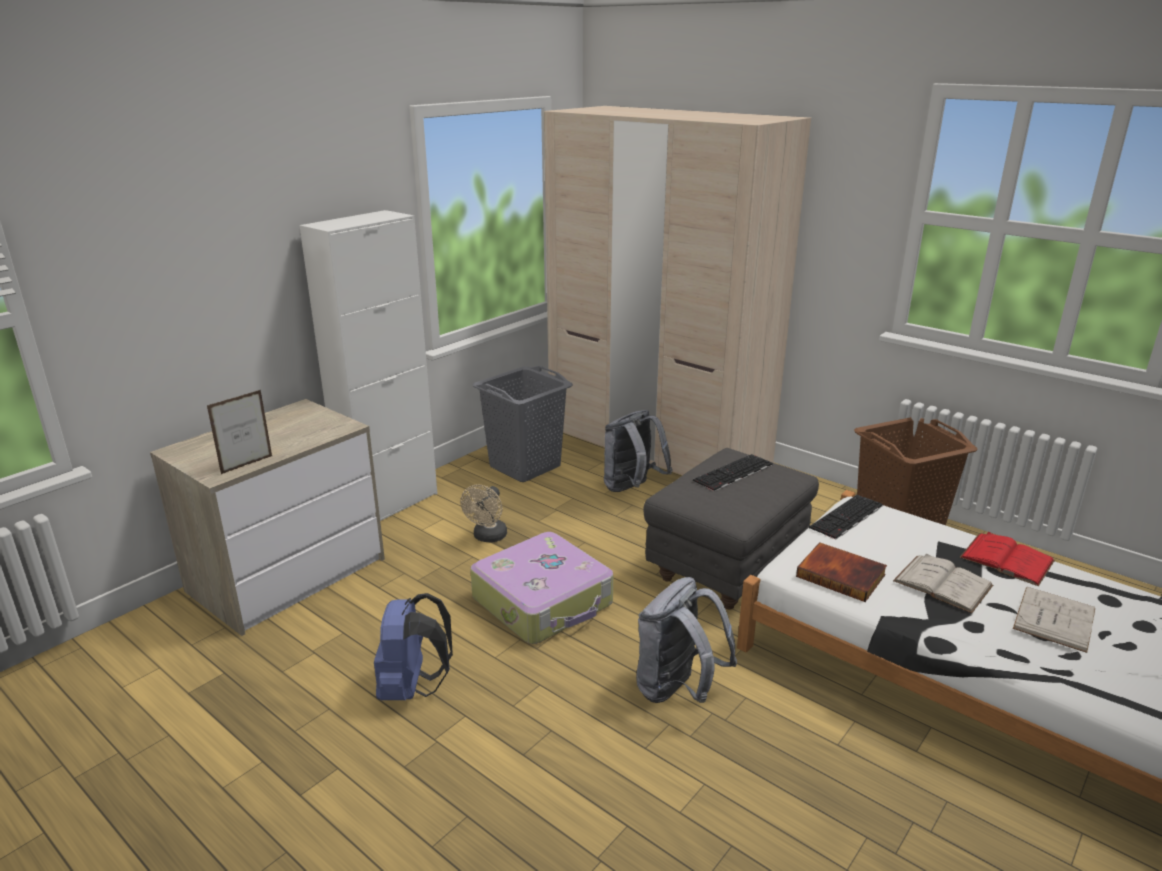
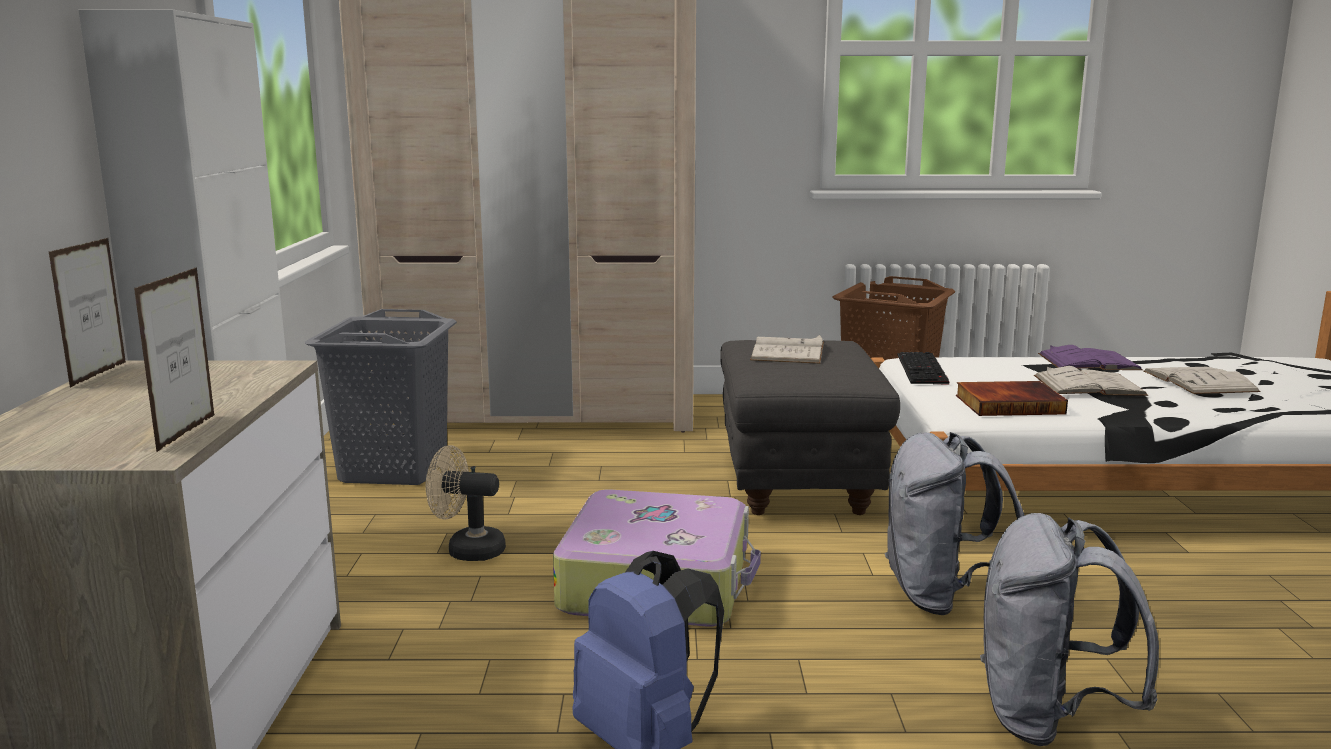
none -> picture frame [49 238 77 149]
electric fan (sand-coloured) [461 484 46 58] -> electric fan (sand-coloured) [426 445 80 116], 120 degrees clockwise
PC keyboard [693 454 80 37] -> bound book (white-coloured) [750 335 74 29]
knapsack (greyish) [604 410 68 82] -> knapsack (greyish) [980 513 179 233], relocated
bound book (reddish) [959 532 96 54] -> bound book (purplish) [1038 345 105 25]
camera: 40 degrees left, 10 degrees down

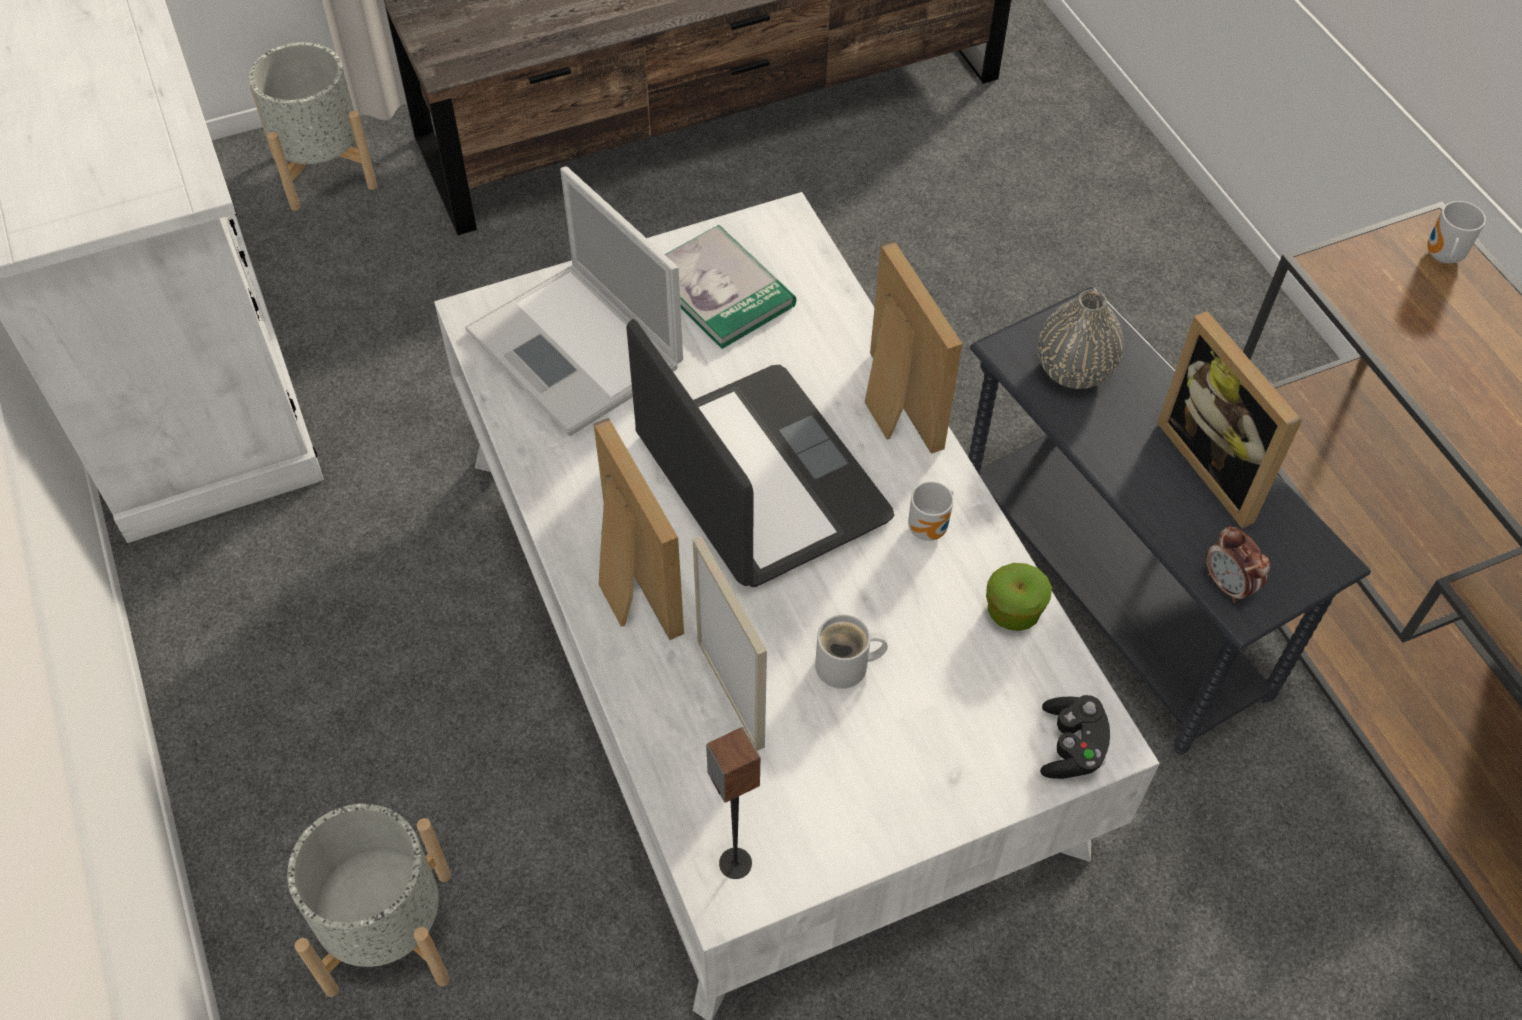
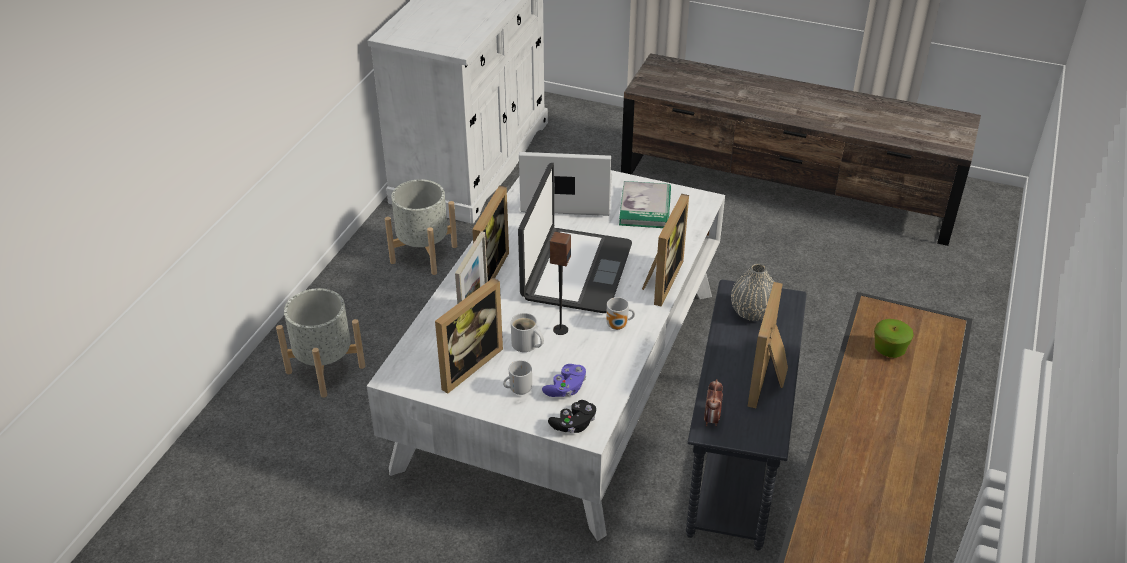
plant pot (greyish) [249 42 128 169] -> plant pot (greyish) [385 179 72 96], relocated
none -> picture frame [435 278 68 116]
coffee mug [1427 201 59 62] -> coffee mug [503 360 29 35], relocated
notebook computer [465 167 218 269] -> notebook computer [519 152 93 64], 90 degrees clockwise
none -> joypad (purplish) [542 364 44 33]
audio speaker [706 727 54 152] -> audio speaker [549 232 22 103], relocated
apple [986 563 66 68] -> apple [874 319 40 39], relocated
camera: 45 degrees right, 15 degrees down

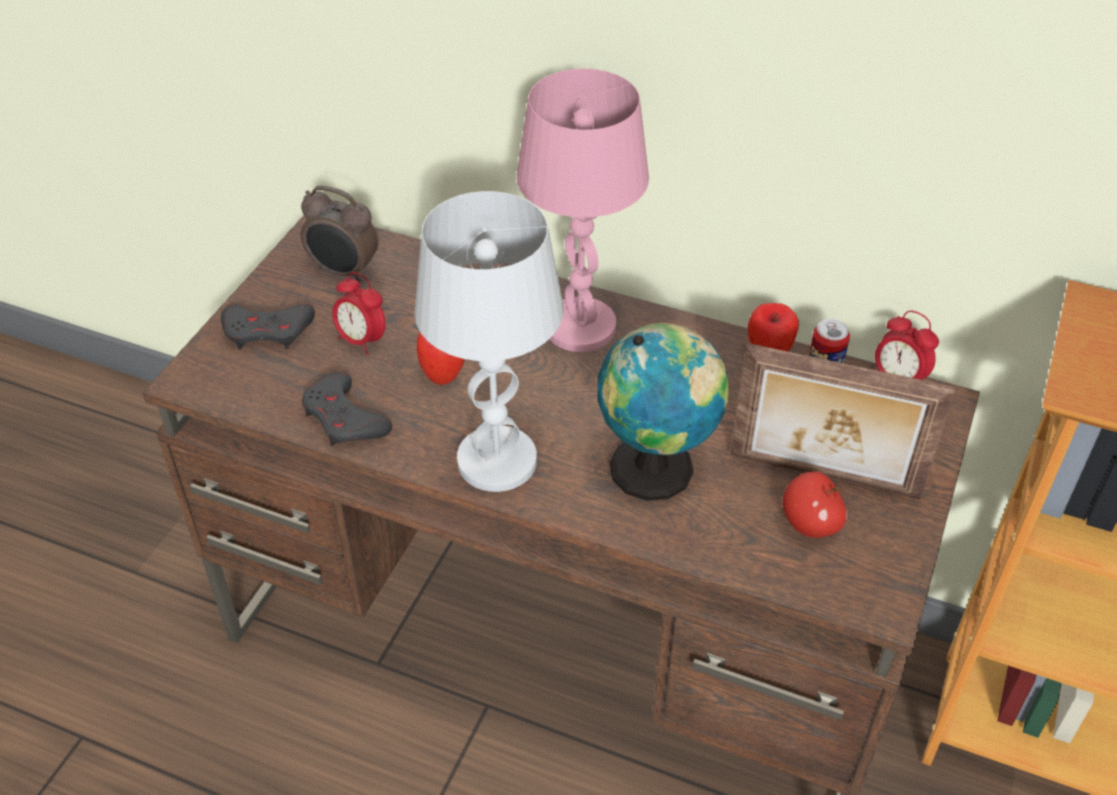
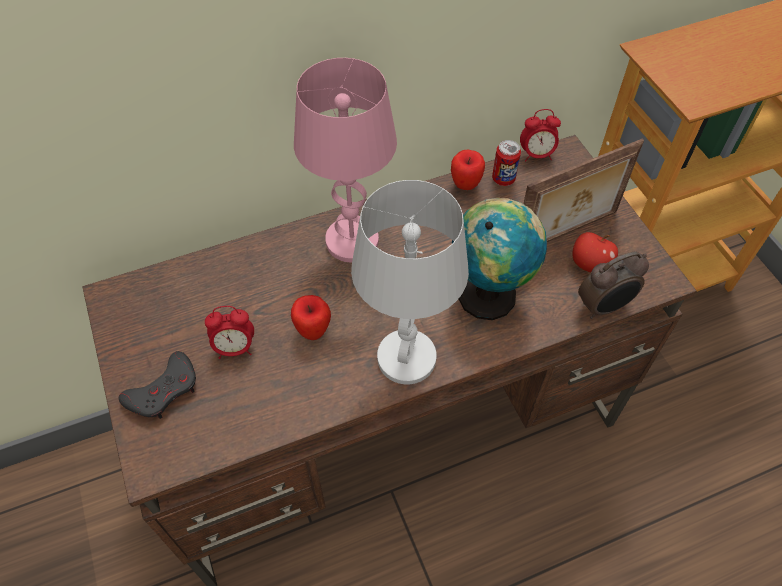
alarm clock [301 186 77 96] -> alarm clock [578 251 71 68], relocated
joypad (greyish) [302 372 90 74] -> none
camera: 45 degrees left, 10 degrees up

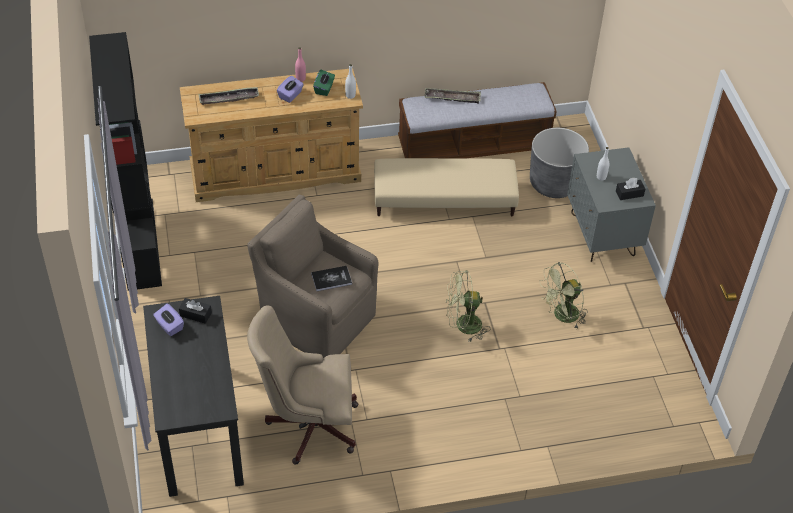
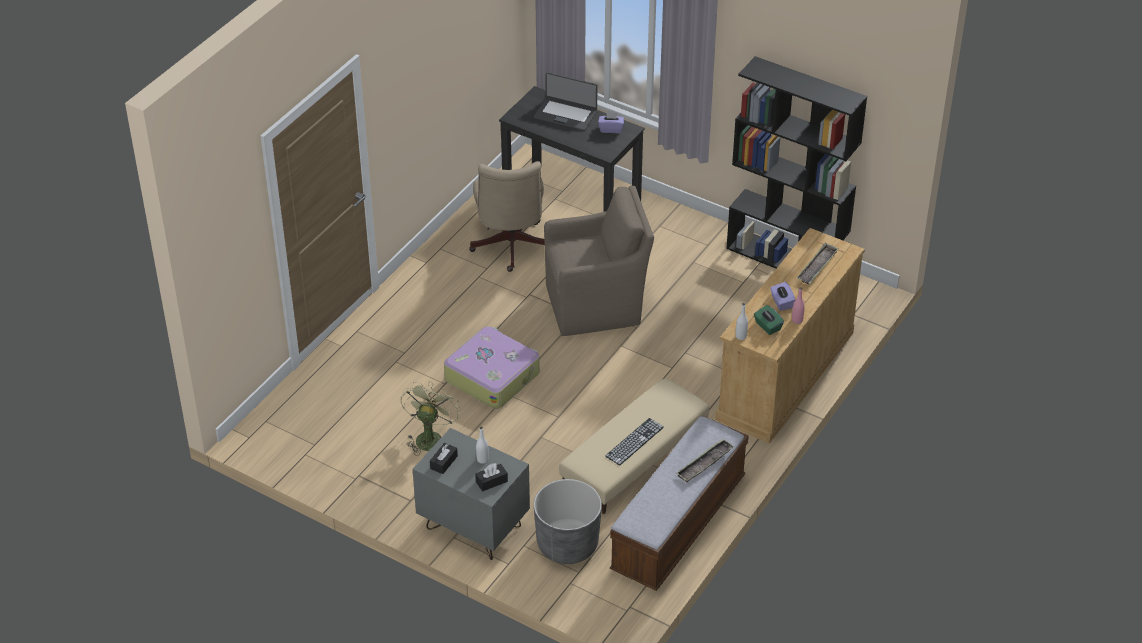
electric fan (greenish) [446 270 45 73] -> travel case [444 326 96 83]
desk chair (sand-coloured) [247 305 112 160] -> desk chair (sand-coloured) [469 161 76 111], 135 degrees clockwise
tissue holder (black-coloured) [179 298 33 26] -> tissue holder (black-coloured) [475 464 33 28], relocated
none -> notebook computer [534 72 63 59]
none -> PC keyboard [605 418 59 48]
bound book [311 266 41 25] -> none
camera: 135 degrees right, 5 degrees down

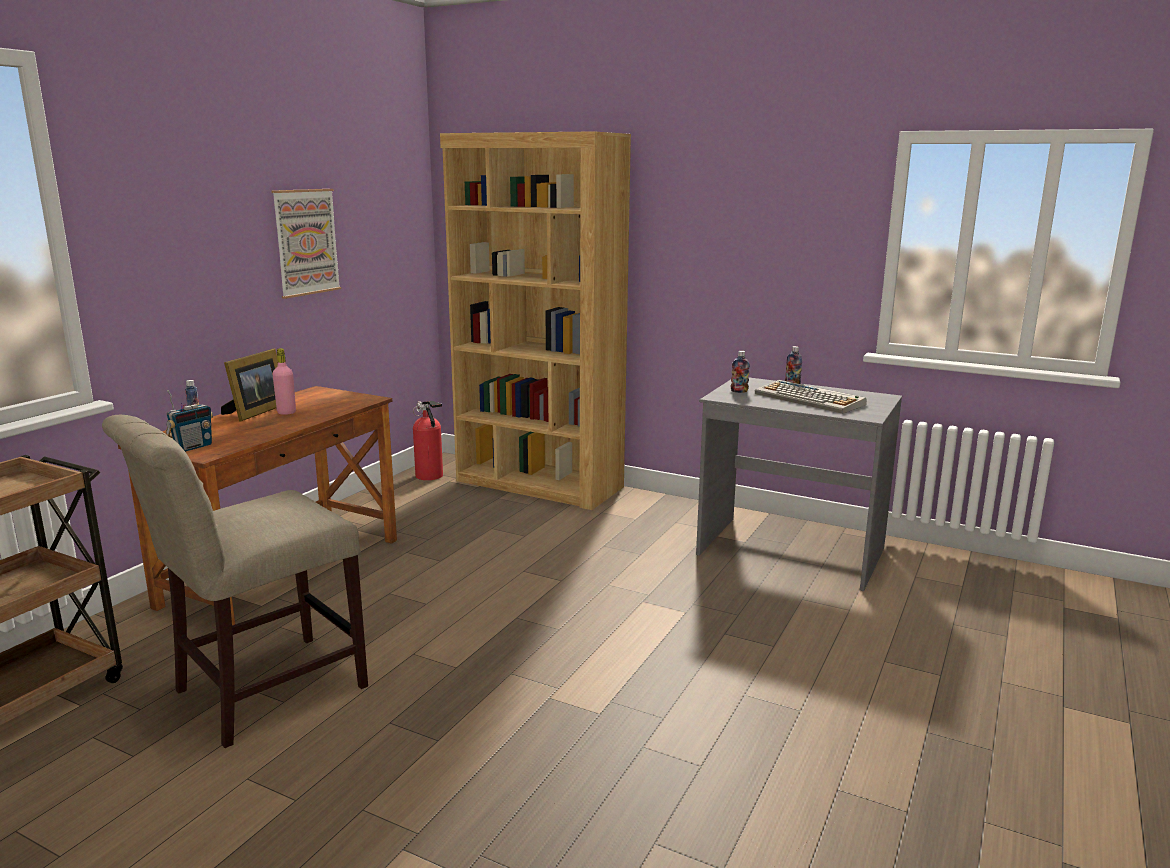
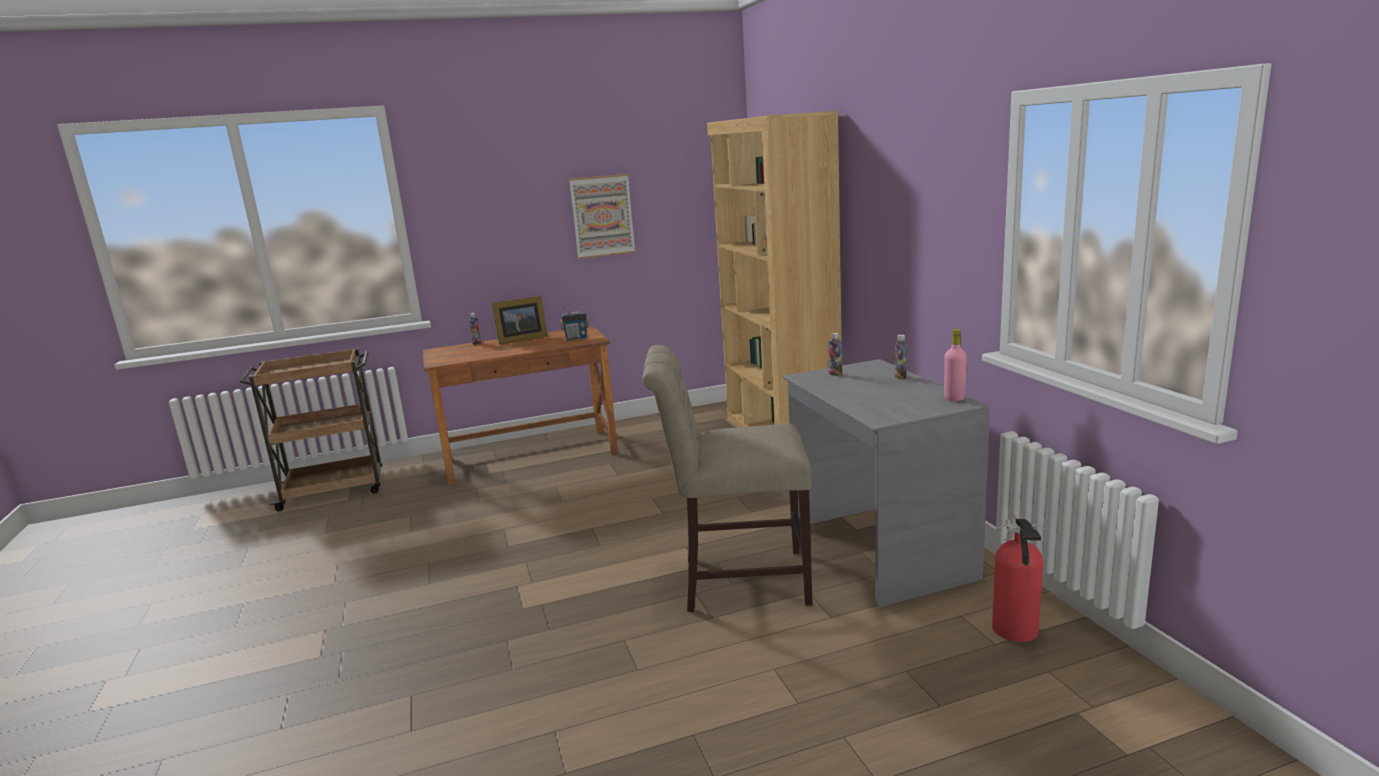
radio [166 390 47 62] -> radio [560 301 29 39], relocated
upright chair (sand-coloured) [102 415 266 333] -> upright chair (sand-coloured) [642 345 171 267], relocated
drink bottle (pink) [273 348 23 67] -> drink bottle (pink) [944 329 23 72], relocated
extinguisher [413 401 30 79] -> extinguisher [992 512 51 130], relocated
PC keyboard [755 380 112 34] -> none
camera: 45 degrees right, 0 degrees up

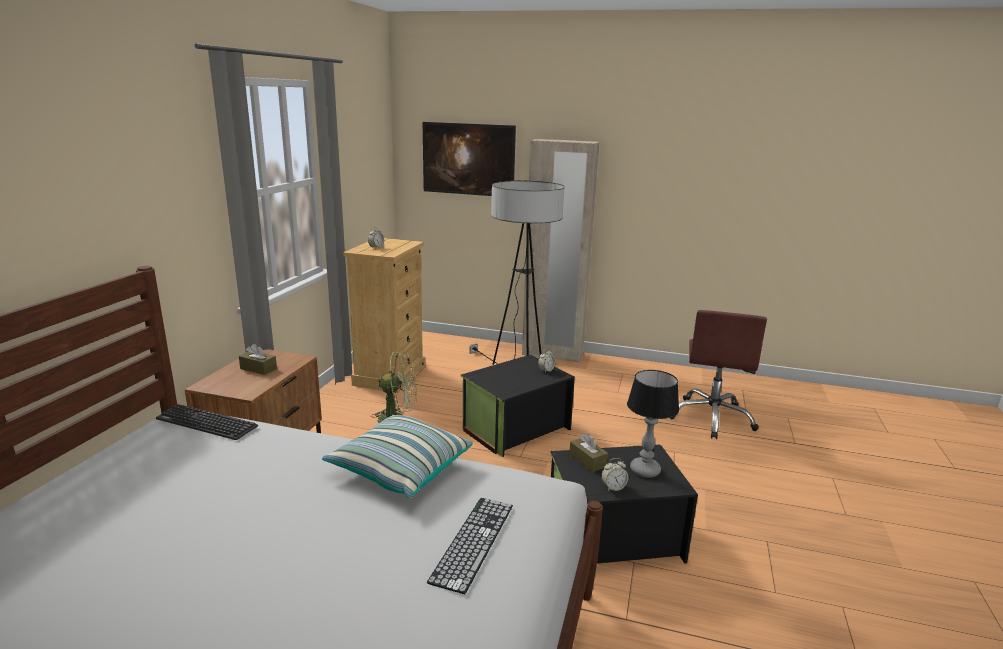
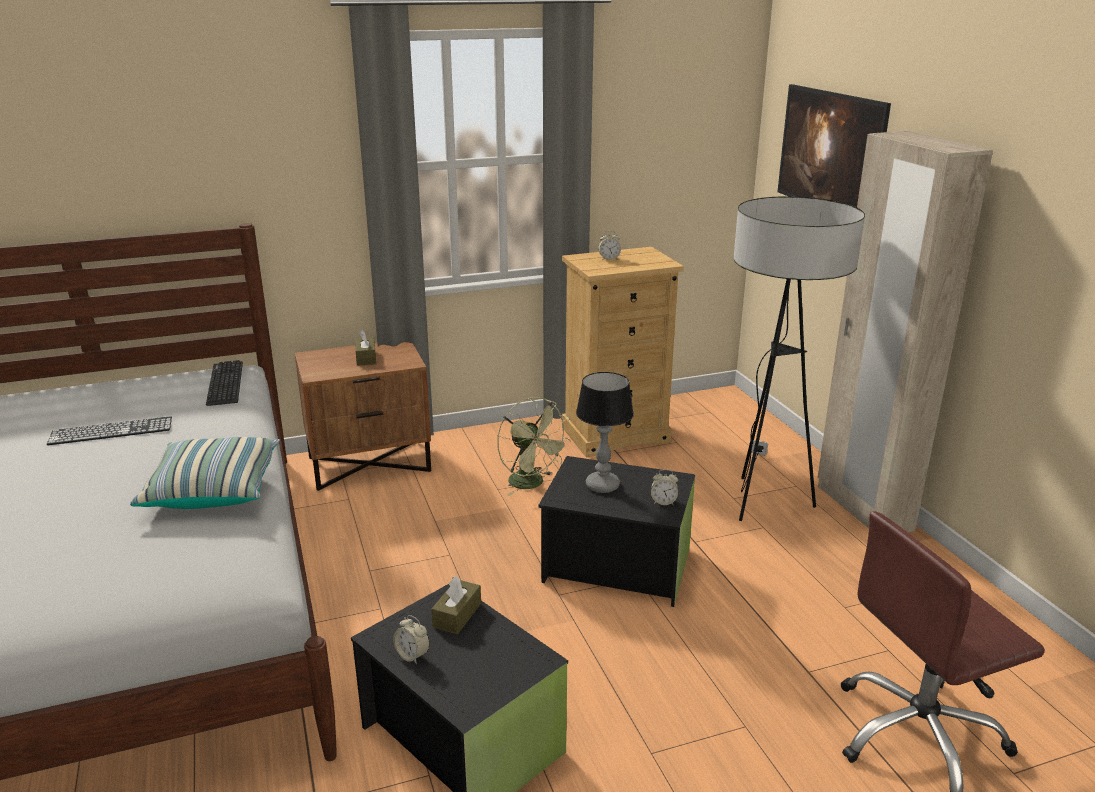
PC keyboard [427 498 86 96] -> PC keyboard [46 416 126 30], relocated
table lamp [627 370 52 108] -> table lamp [576 372 58 121], relocated
camera: 55 degrees right, 5 degrees up

